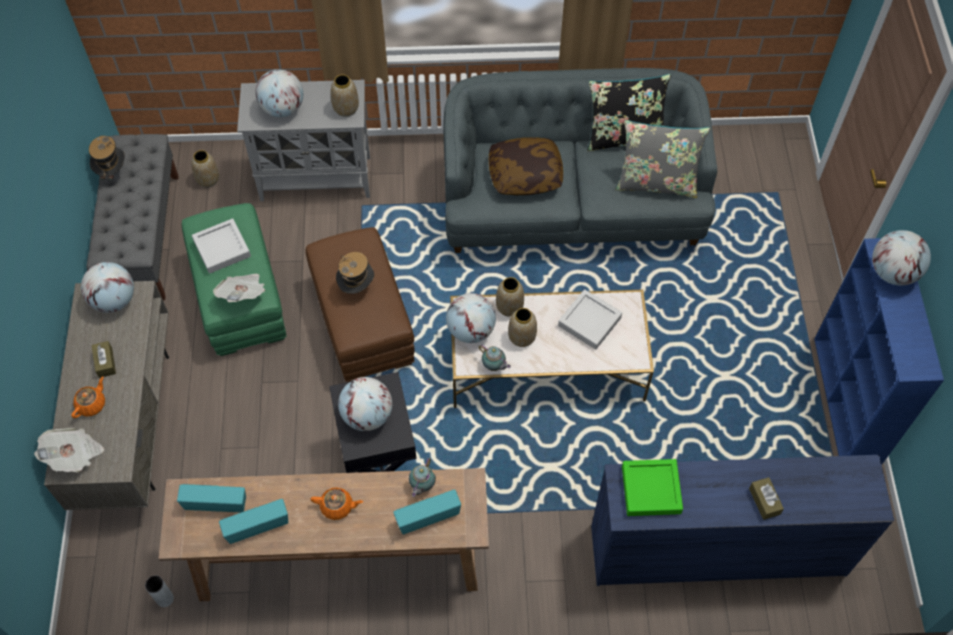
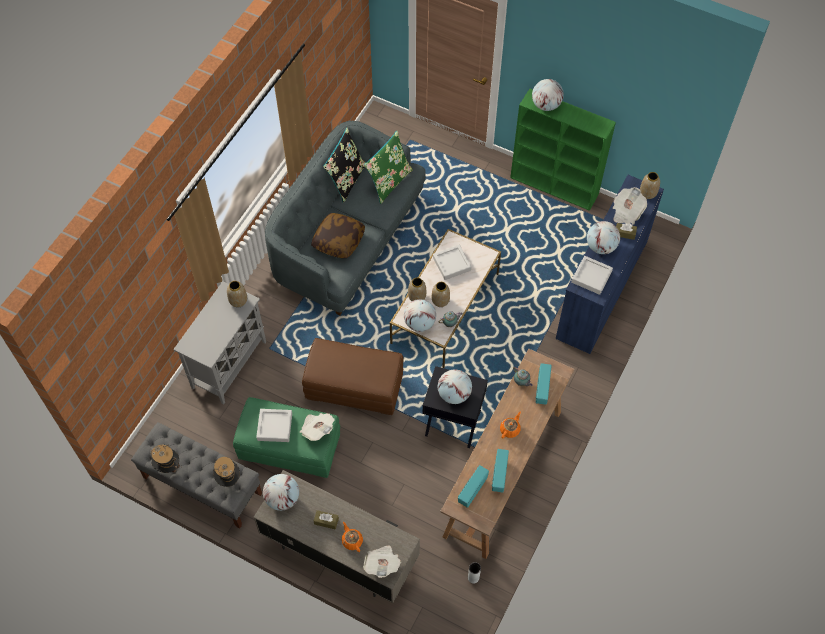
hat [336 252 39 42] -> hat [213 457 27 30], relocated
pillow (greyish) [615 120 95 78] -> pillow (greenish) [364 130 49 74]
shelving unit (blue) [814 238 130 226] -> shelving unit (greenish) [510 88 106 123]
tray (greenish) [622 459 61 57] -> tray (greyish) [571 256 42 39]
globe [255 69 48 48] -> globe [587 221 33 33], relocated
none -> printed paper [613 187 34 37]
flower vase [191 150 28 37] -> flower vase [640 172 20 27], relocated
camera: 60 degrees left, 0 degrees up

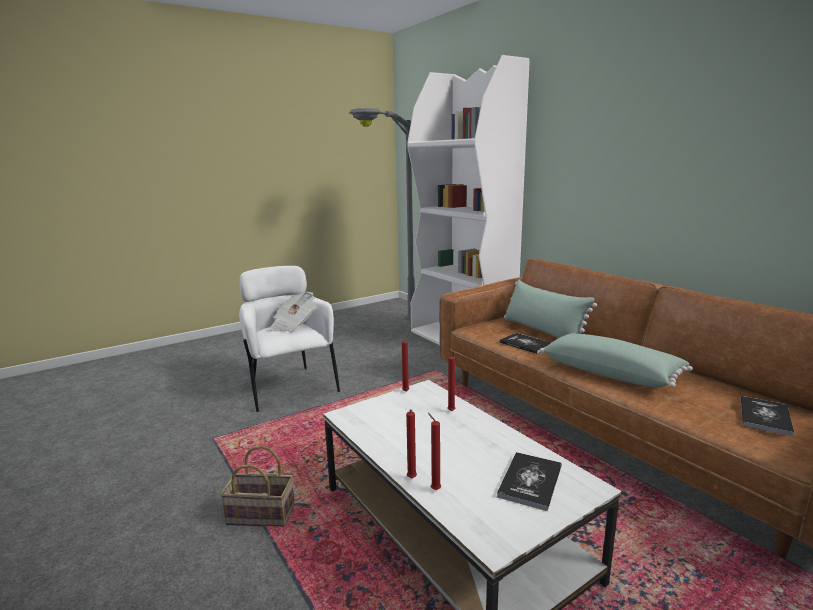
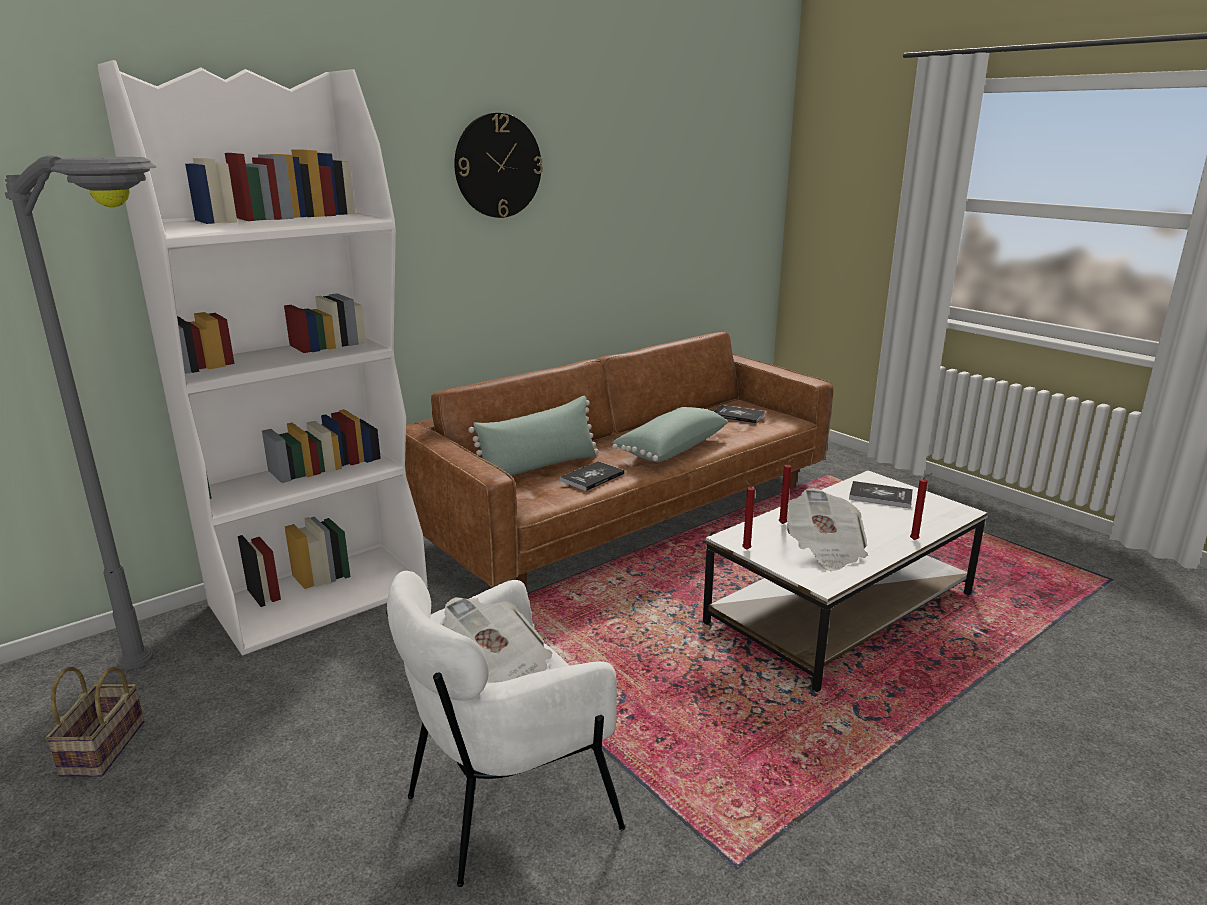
household basket [220 445 75 82] -> household basket [45 667 100 110], relocated
none -> hanging clock [454 113 89 105]
none -> printed paper [787 488 81 83]
candle (reddish) [428 413 13 77] -> none
camera: 95 degrees left, 5 degrees up

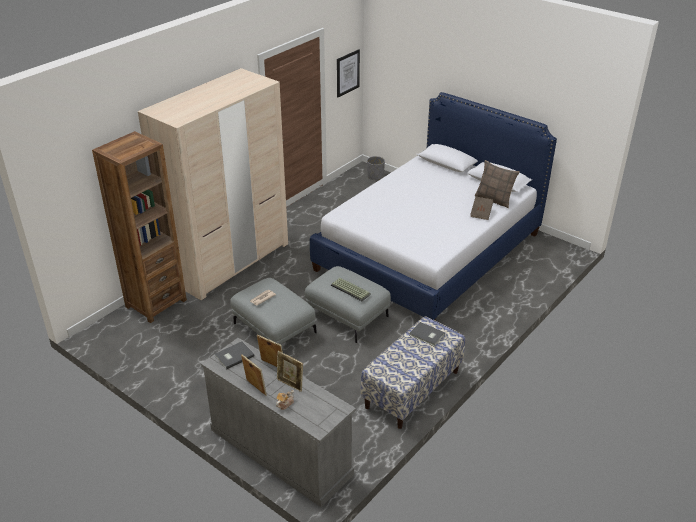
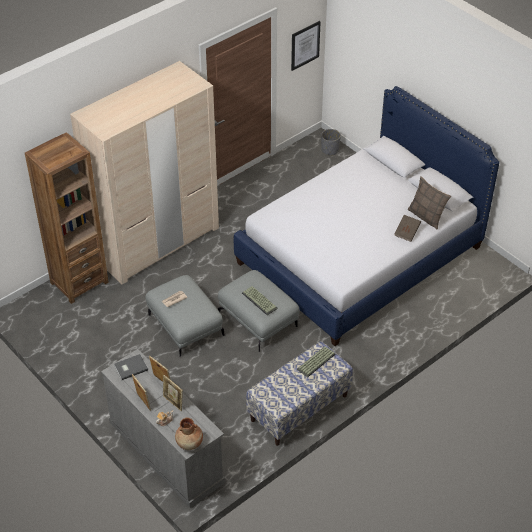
none -> flower vase (brown) [175 417 28 33]
bound book (greyish) [409 322 36 24] -> PC keyboard [297 346 38 31]
camera: 10 degrees right, 10 degrees up

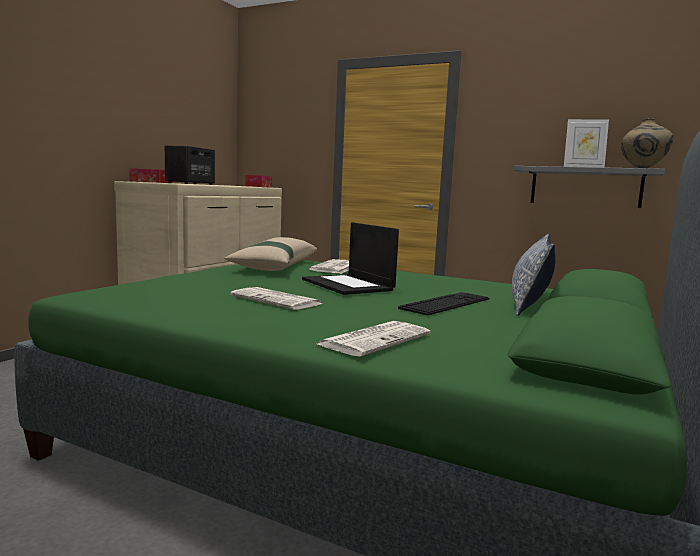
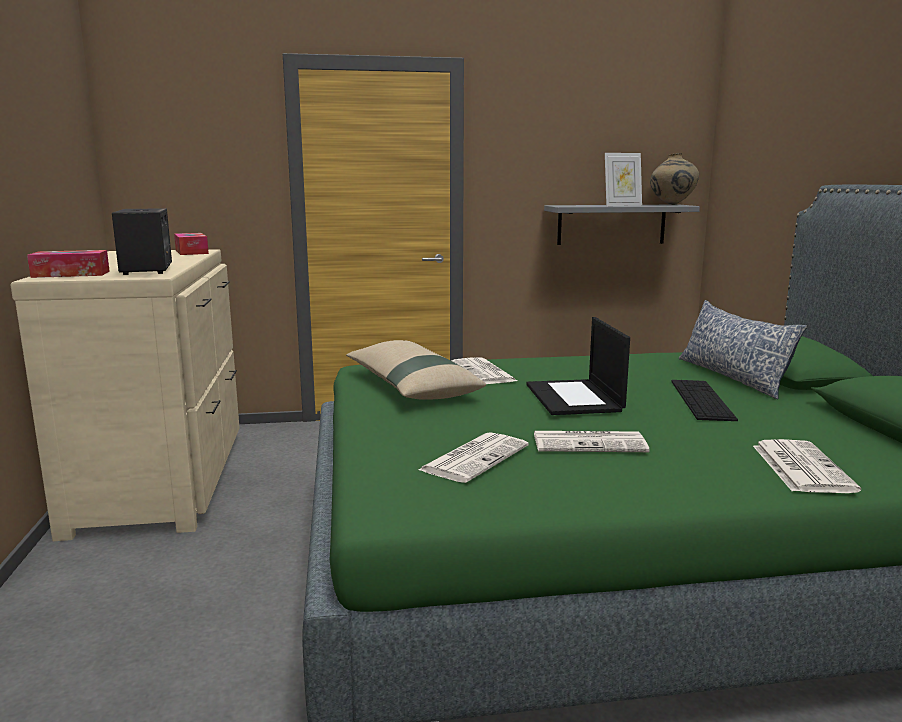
none -> printed paper [419 432 110 51]
notebook computer [302 222 97 73] -> notebook computer [526 317 104 98], 60 degrees clockwise
camera: 35 degrees left, 5 degrees up

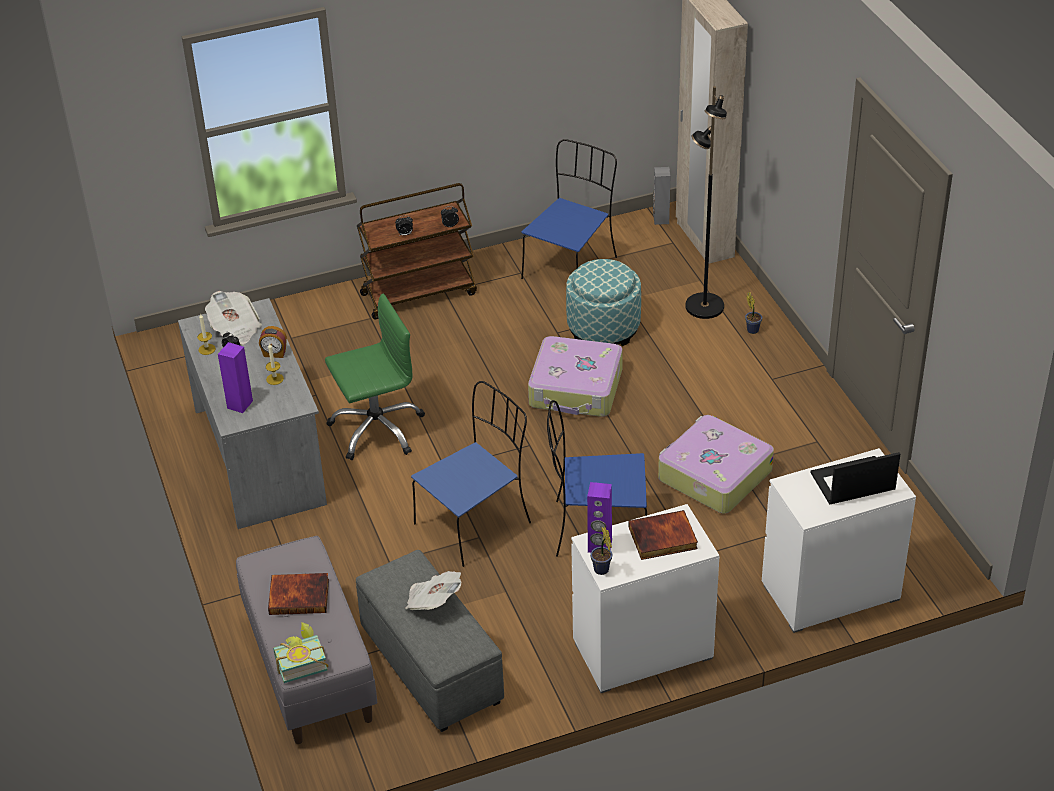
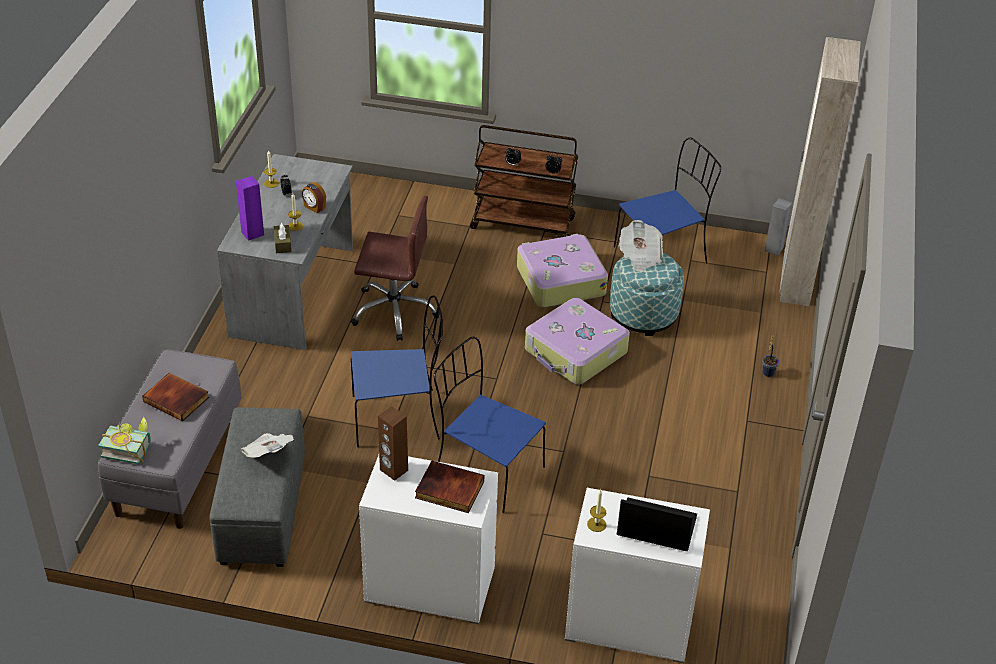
none -> tissue holder (brown) [273 223 19 30]
desk chair (greenish) [325 294 100 166] -> desk chair (brown) [351 196 89 145]
audio speaker (purplish) [587 482 25 71] -> audio speaker (brown) [378 407 30 74]
travel case [658 415 116 99] -> travel case [517 234 91 73], relocated
none -> candle [587 489 19 43]
printed paper [205 291 57 53] -> printed paper [619 220 44 52], relocated
plant in a pot [590 526 23 49] -> none
standing lamp (black-coloured) [685 86 42 233] -> none
camera: 30 degrees right, 0 degrees up

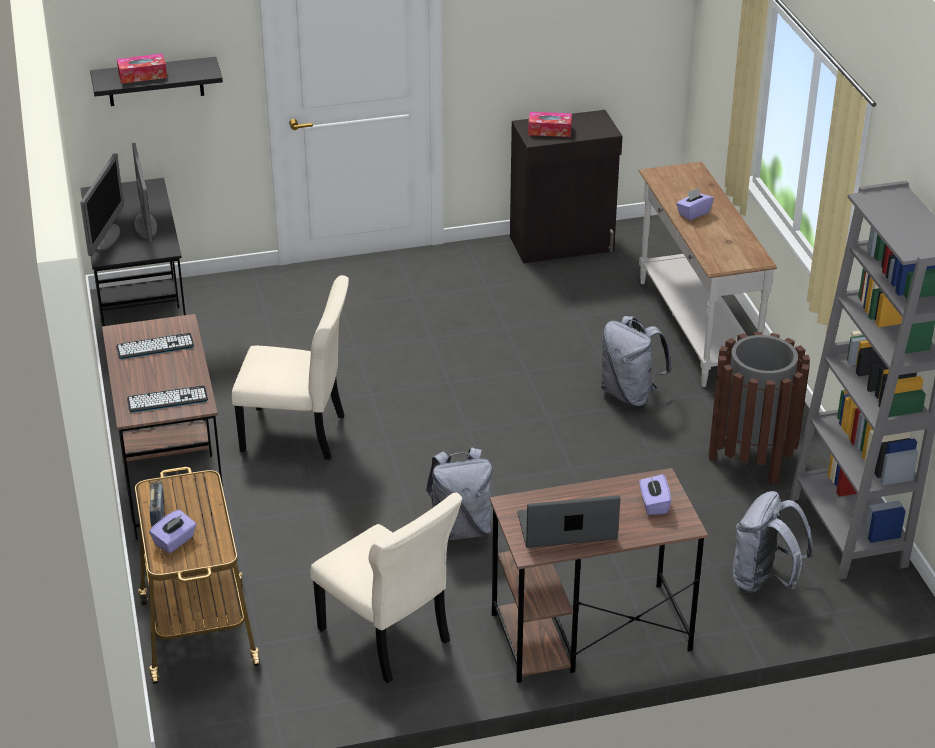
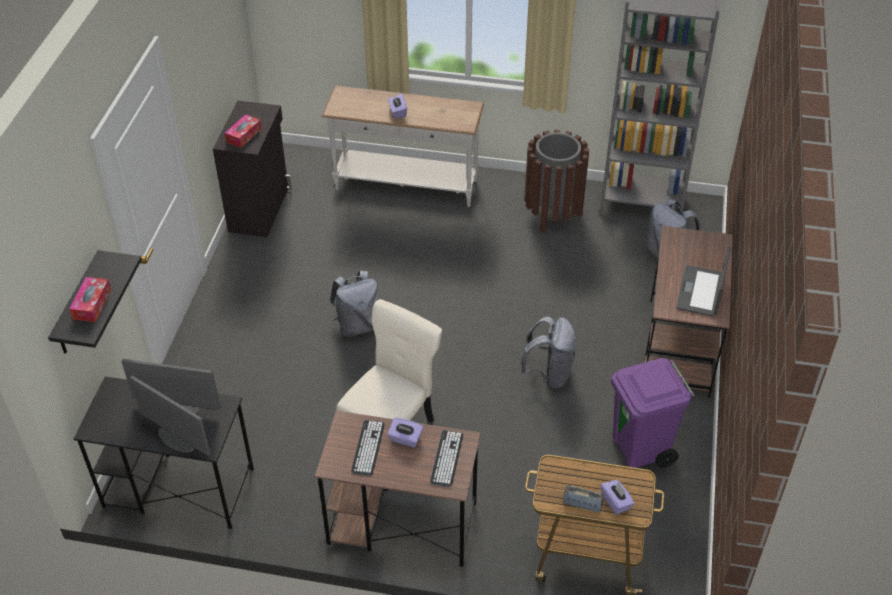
knapsack (greyish) [601 316 71 91] -> knapsack (greyish) [330 271 48 66], relocated
tissue holder (purplish) [639 474 32 41] -> tissue holder (purplish) [388 418 35 29], relocated
upright chair (sand-coloured) [311 493 151 190] -> waste bin (purplish) [611 358 83 110]
camera: 65 degrees left, 10 degrees up

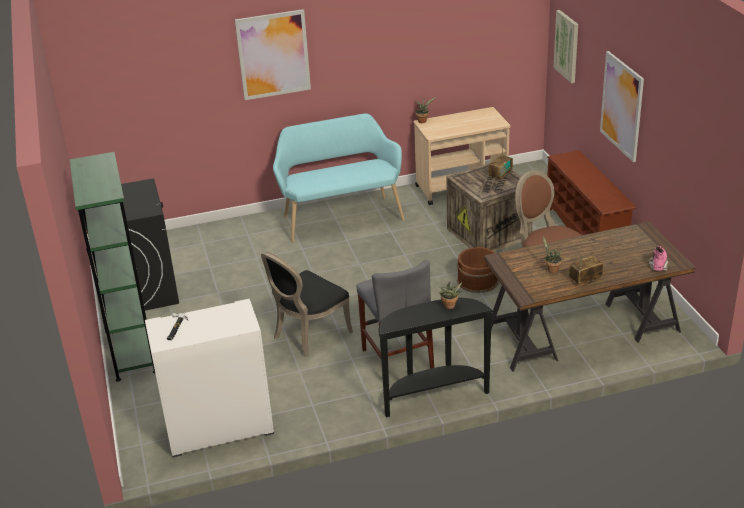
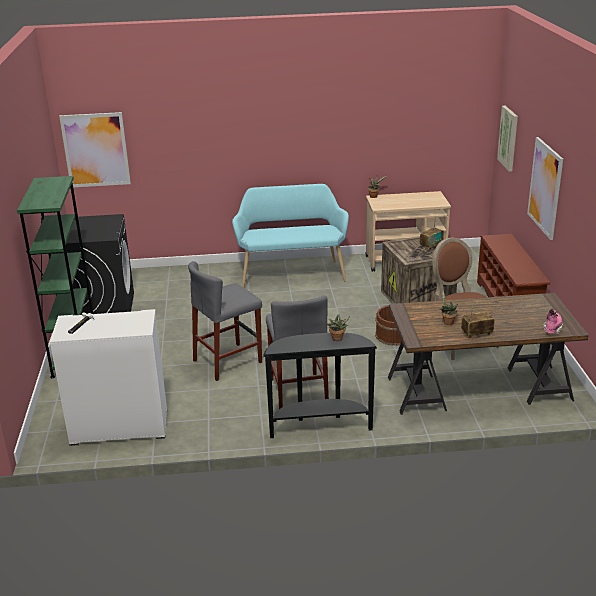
picture [235 9 76 91] -> picture [59 112 72 75], relocated
upright chair (black-coloured) [261 252 92 105] -> stool (greyish) [188 261 74 120]
camera: 10 degrees right, 5 degrees down

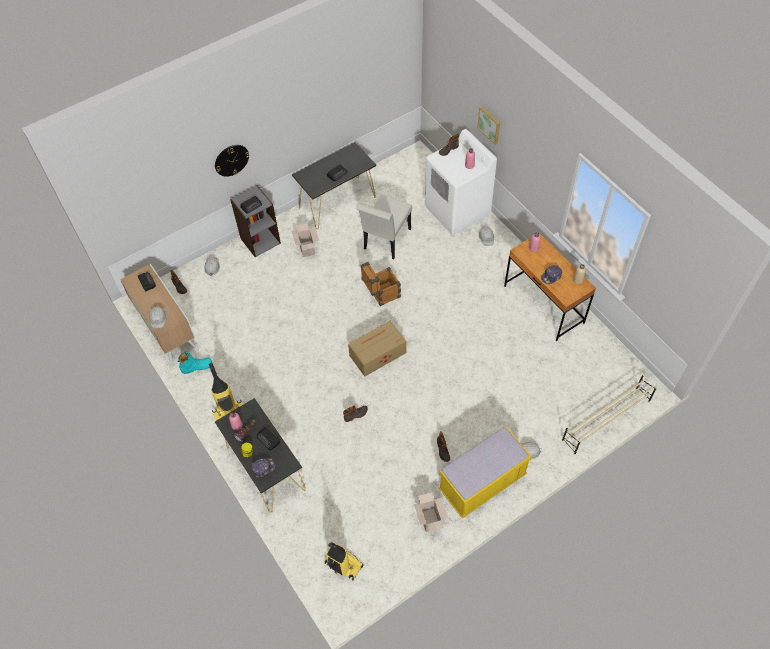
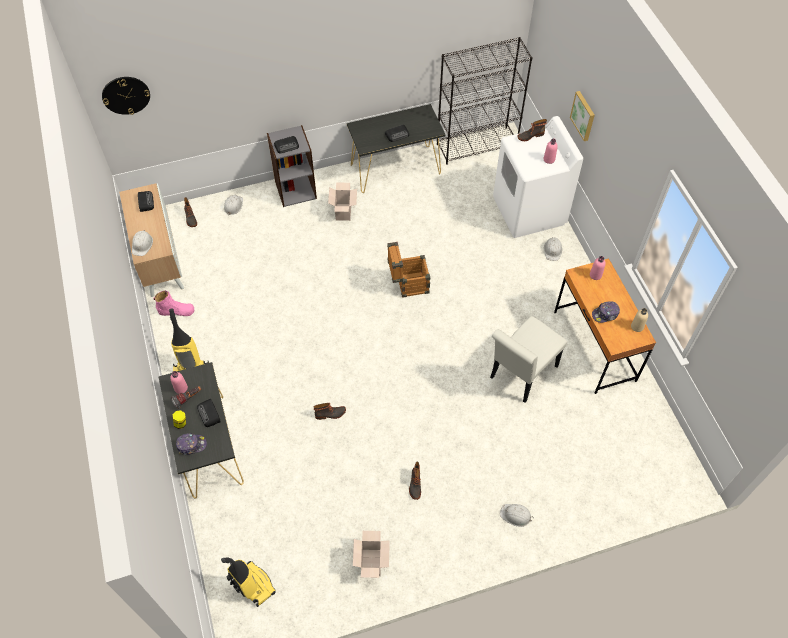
hanging clock [215 145 34 32] -> hanging clock [102 77 48 38], relocated
tall boot (turquoise-coloured) [178 352 34 22] -> tall boot (pink) [153 290 41 26]
none -> shelving unit (black-coloured) [437 37 96 128]
upright chair (white-coloured) [357 195 55 64] -> upright chair (white-coloured) [490 316 77 87], relocated
packing box [348 321 58 56] -> none
bench (yellow) [438 427 94 92] -> none
shoe stand (sand-coloured) [562 374 95 81] -> none
camera: 15 degrees right, 0 degrees up

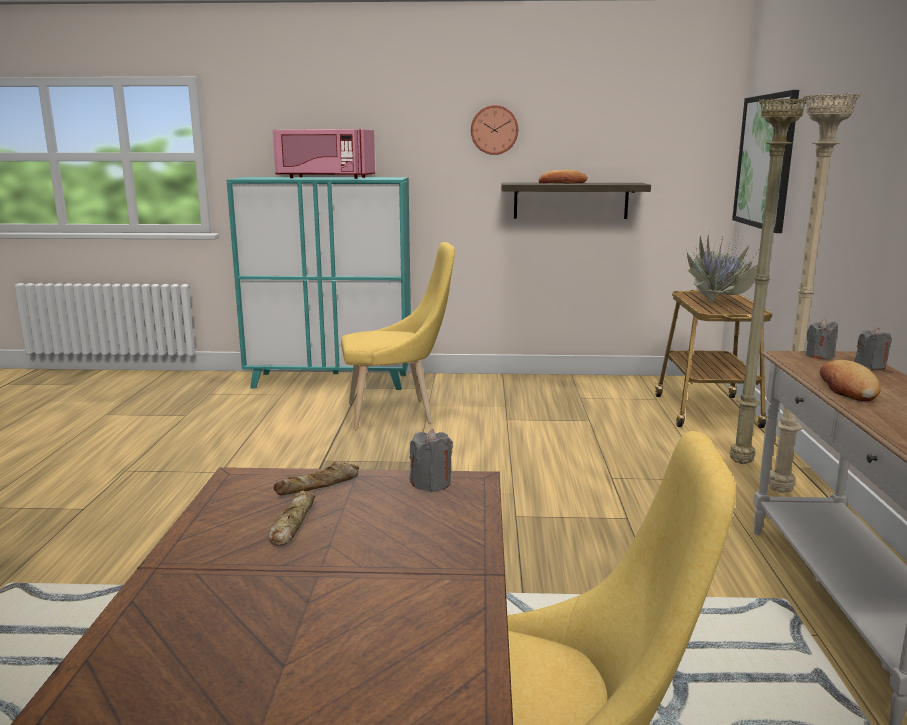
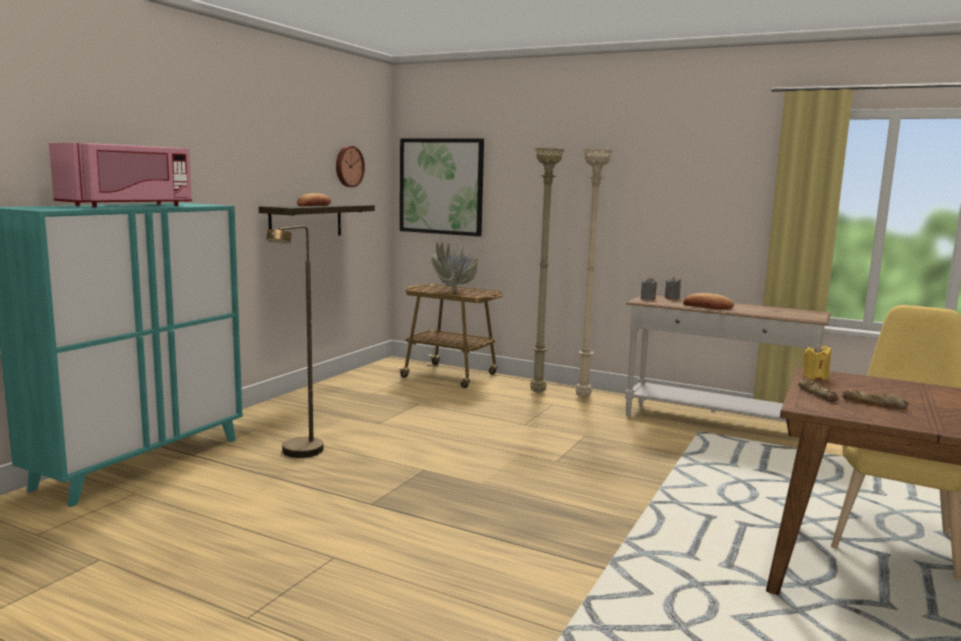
upright chair (yellow) [341 242 114 188] -> standing lamp (brown) [266 226 58 232]
hanging clock [471 105 47 50] -> hanging clock [336 146 29 41], relocated
candle (greyish) [410 429 43 63] -> candle (yellow) [803 344 28 36]
camera: 65 degrees left, 5 degrees down

